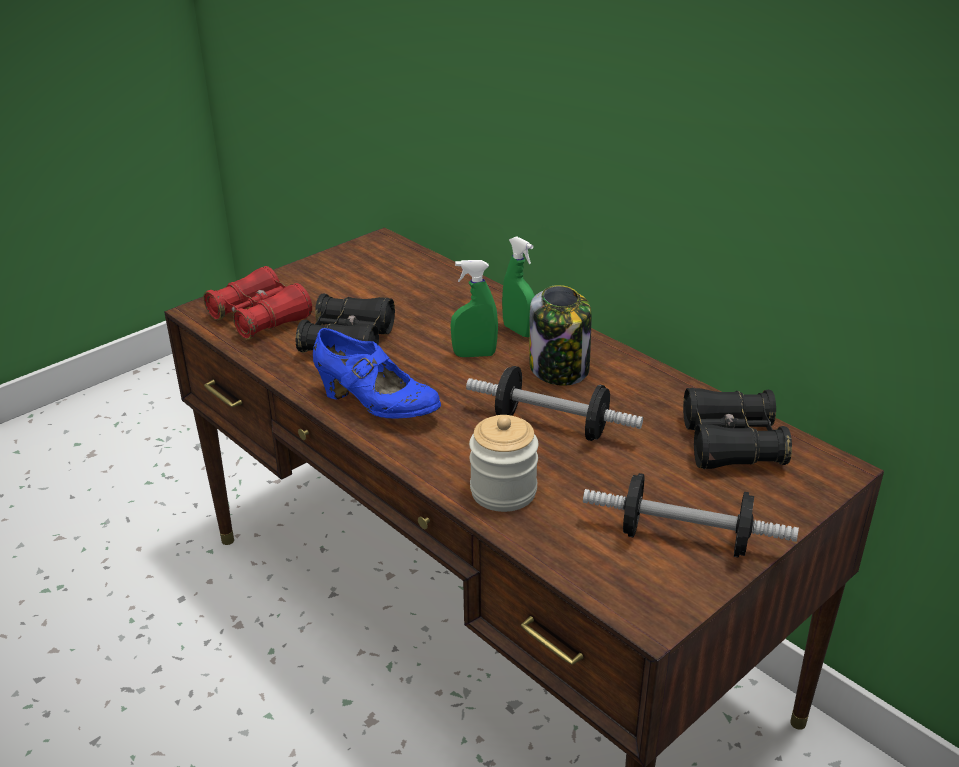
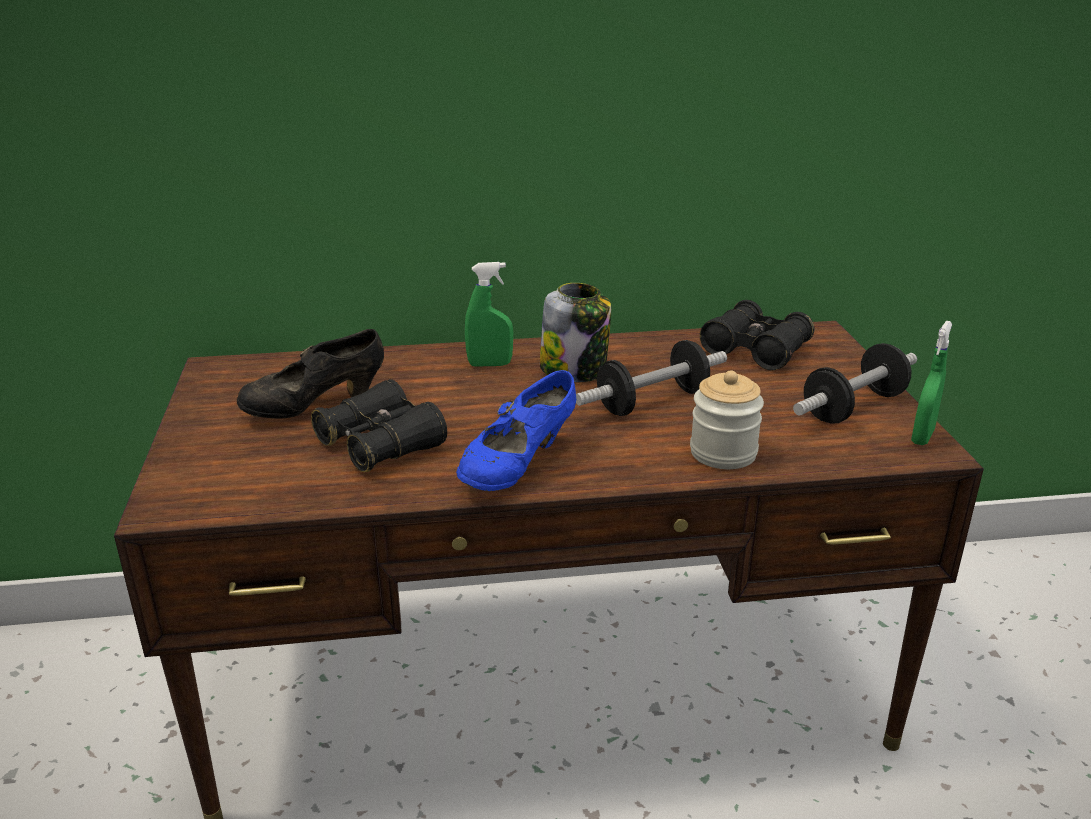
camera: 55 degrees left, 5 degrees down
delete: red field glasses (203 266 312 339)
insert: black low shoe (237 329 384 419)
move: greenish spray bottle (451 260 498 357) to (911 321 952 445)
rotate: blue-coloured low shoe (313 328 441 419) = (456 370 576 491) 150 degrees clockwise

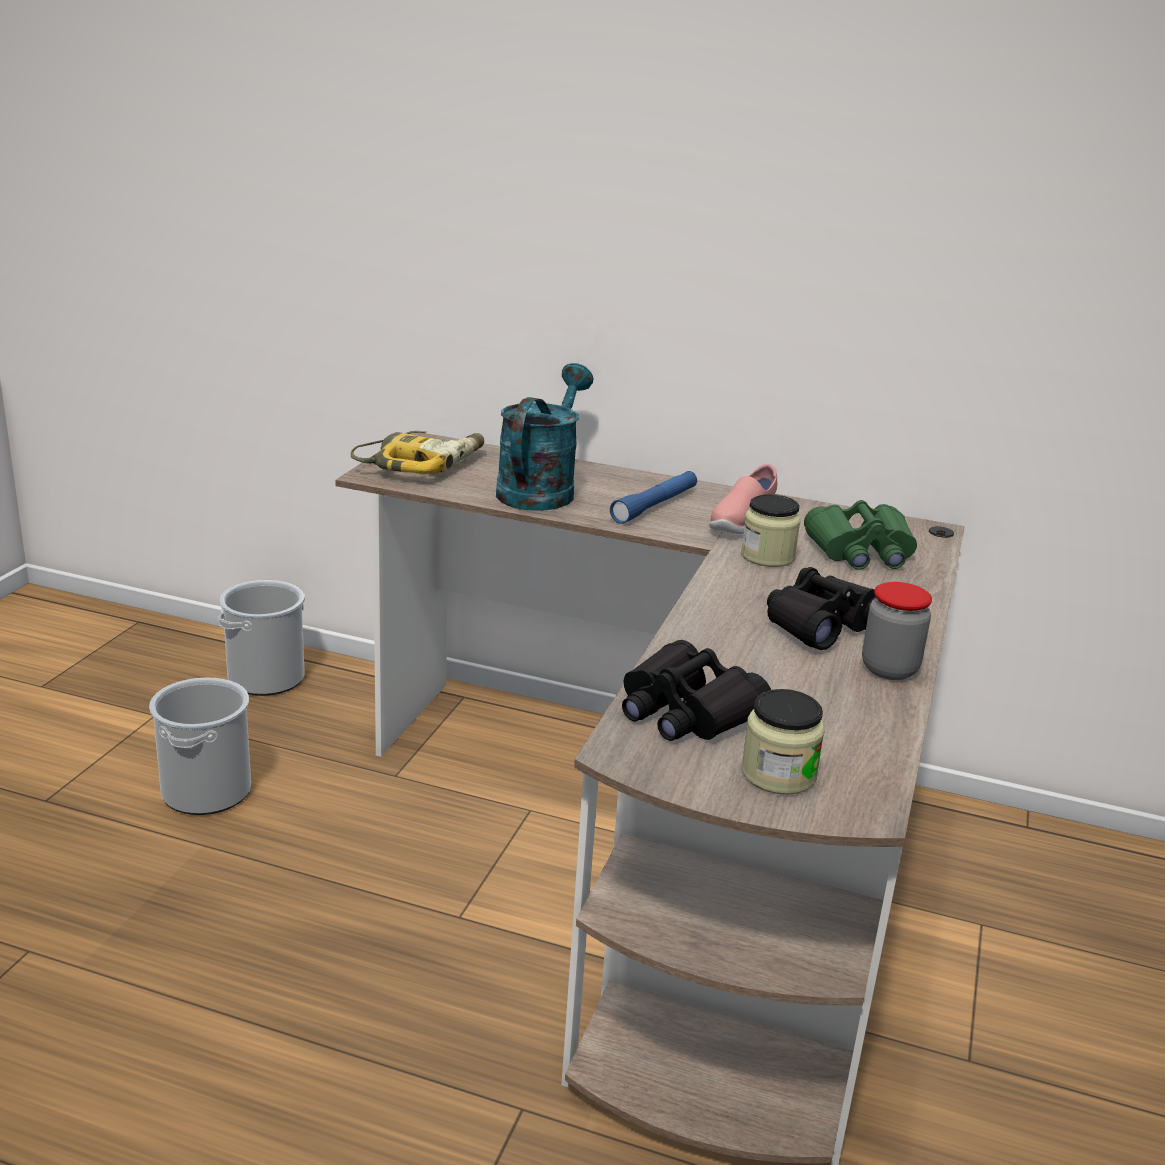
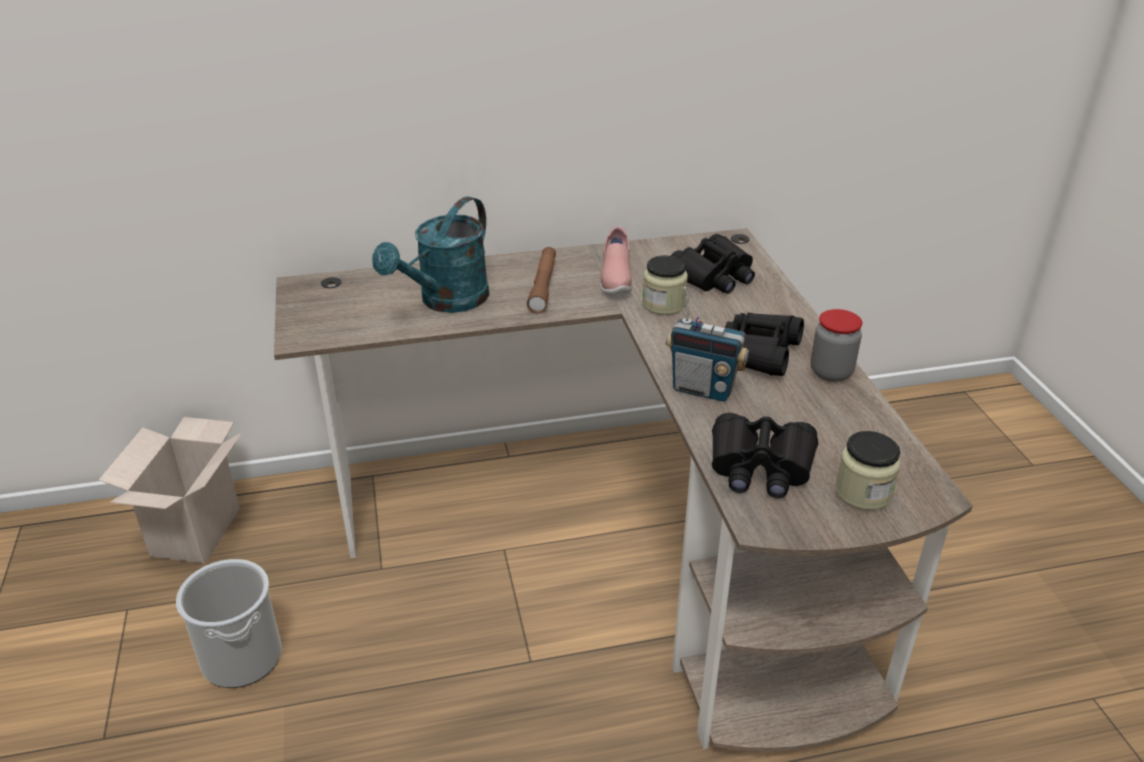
camera: 30 degrees left, 10 degrees up
delete: drill (351 431 484 474)
insert: radio receiver (666 287 749 402)
replace: pail (219 580 305 696) to cardboard box (99 417 242 563)
recolor: blue-coloured flashlight (610 471 697 524) to brownish flashlight (527 247 556 314); greenish field glasses (804 500 917 570) to black field glasses (671 234 755 294)
rotate: blue-green watering can (496 363 594 511) = (372 196 489 313) 135 degrees counterclockwise

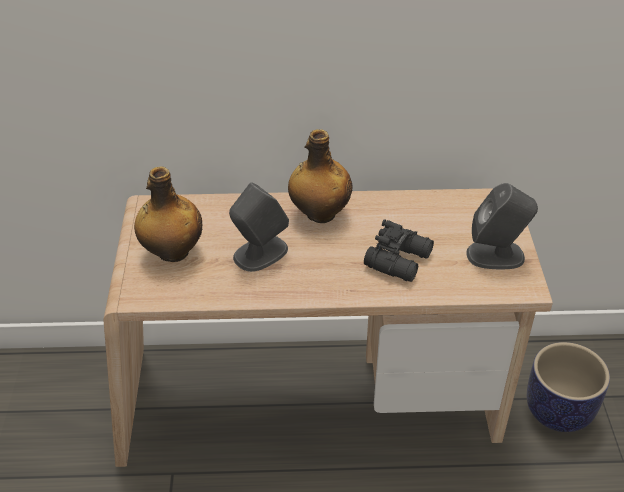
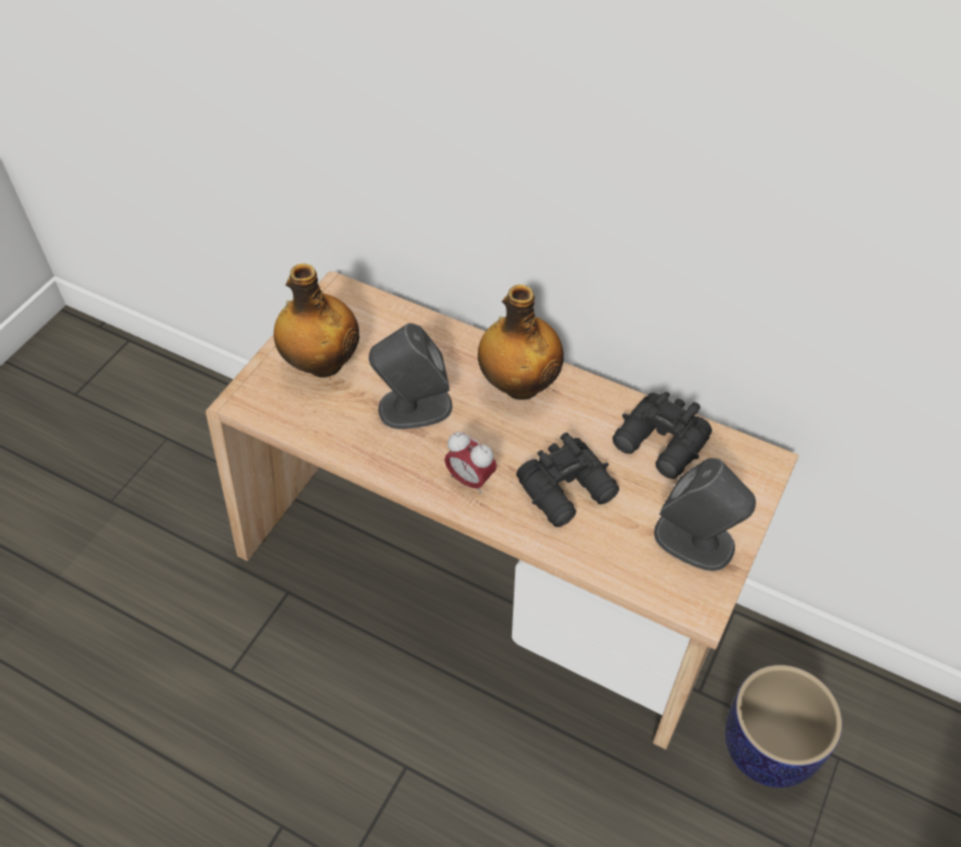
camera: 30 degrees right, 10 degrees up
insert: alarm clock (444 432 497 494); black field glasses (613 392 712 479)

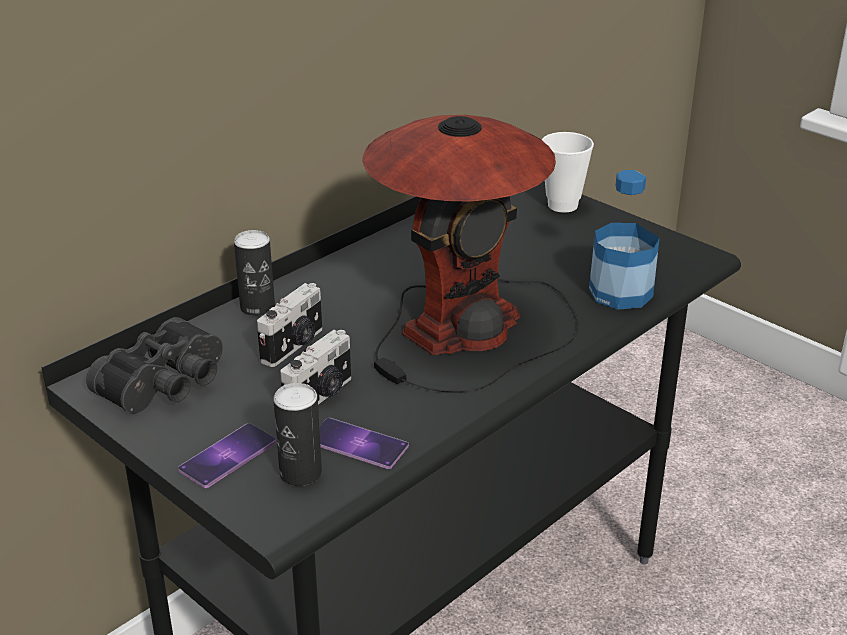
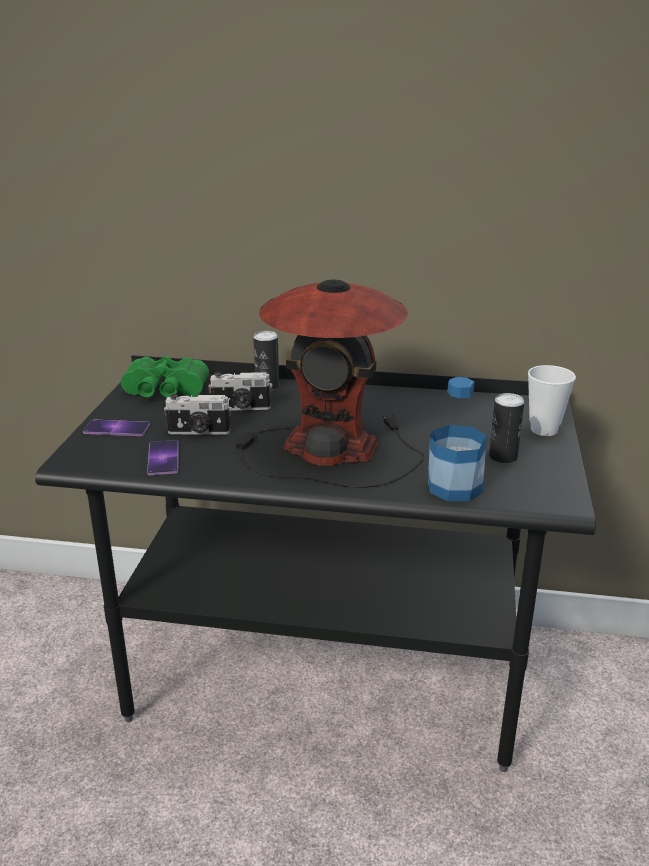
camera: 55 degrees right, 5 degrees down
move: metal can (273 383 322 486) to (489 393 524 463)
recolor: black field glasses (86 317 223 414) to greenish field glasses (121 356 209 398)

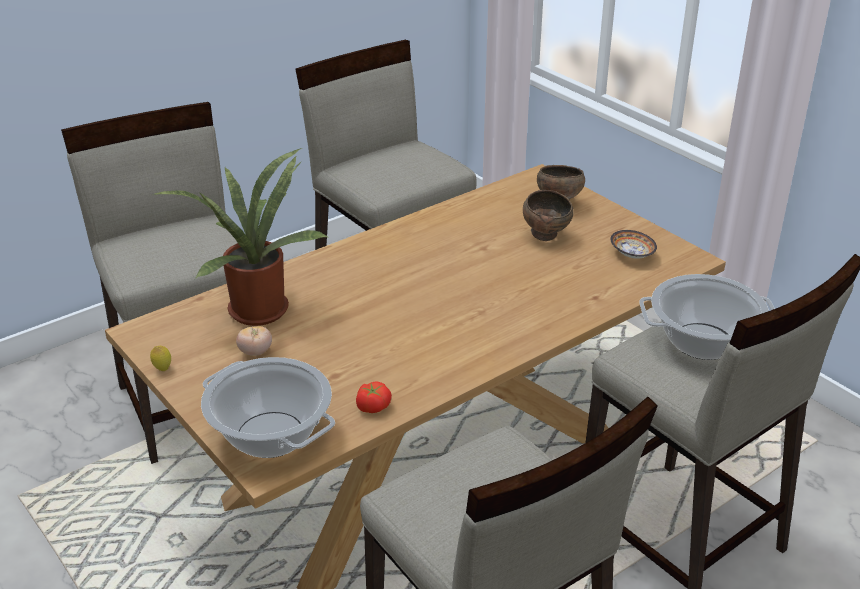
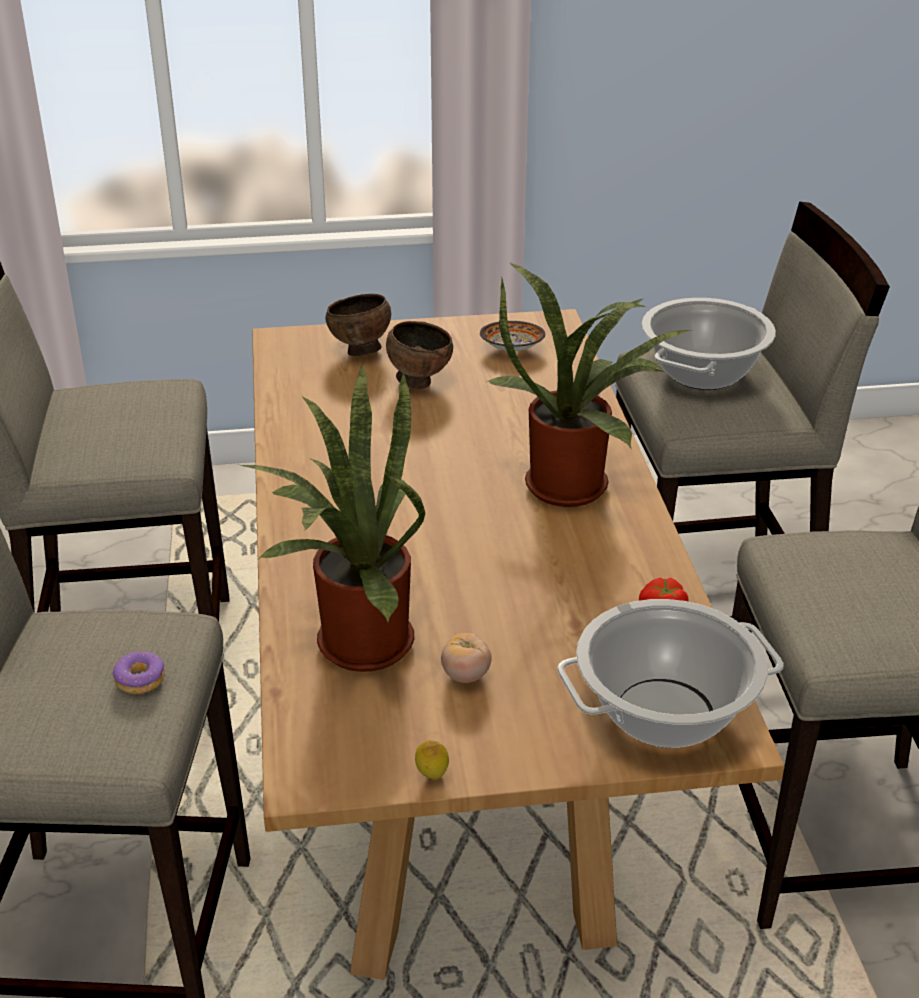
camera: 60 degrees left, 0 degrees up
insert: donut (113 651 165 694); potted plant (487 263 691 507)

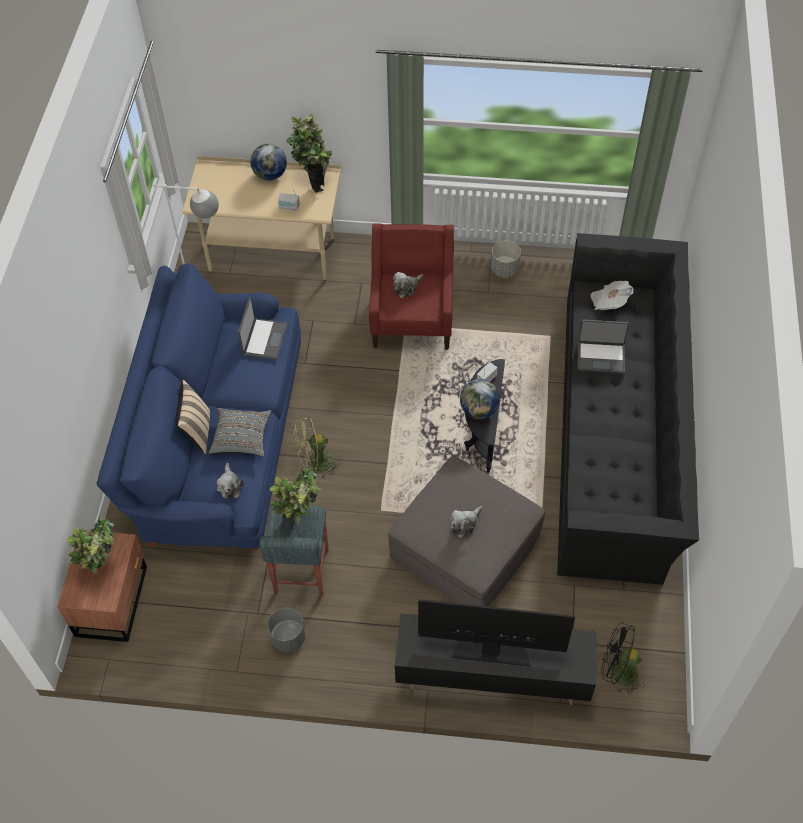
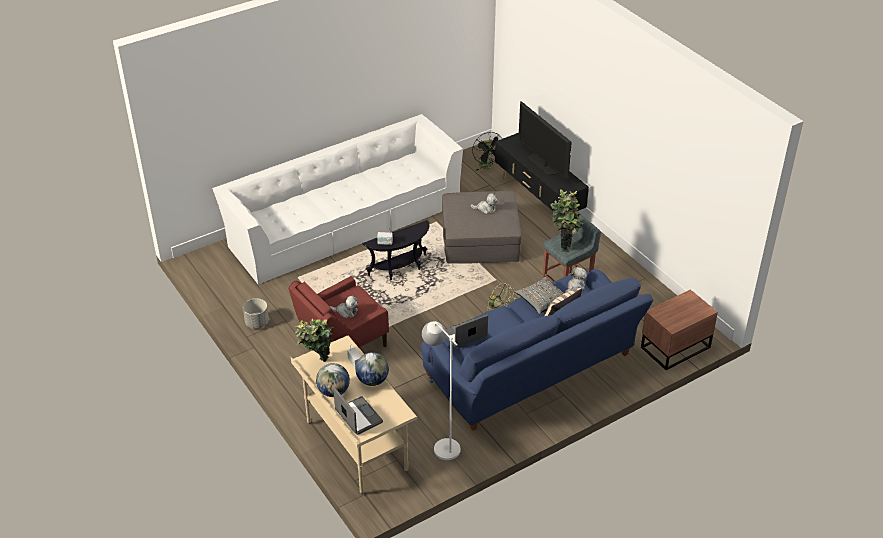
camera: 130 degrees left, 15 degrees down
delete: potted plant (67 516 114 574); greyish flower pot (267 608 306 652); daily paper (591 281 633 310)
move: world globe (460 379 500 419) to (356 352 389 386); notebook computer (578 319 629 373) to (333 388 383 435)
recolor: black couch (557 233 699 585) to white couch (212 114 463 284)

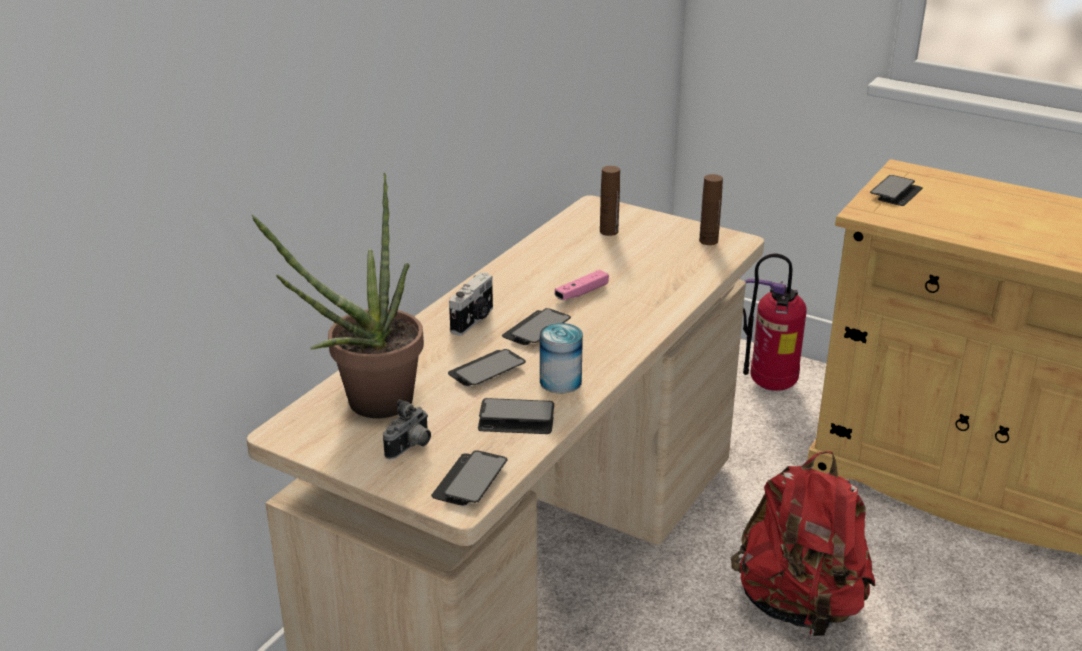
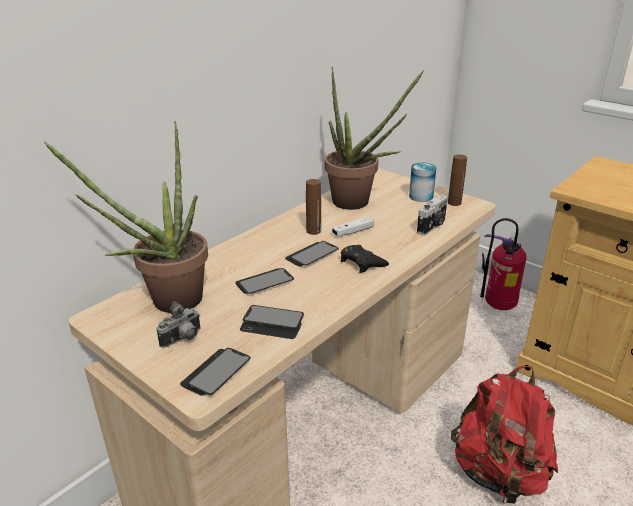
camera: 10 degrees right, 0 degrees up
delete: handset (870 175 923 206)
insert: potted plant (325 67 424 210); black game controller (341 245 389 273)
move: photo camera (449 272 493 336) to (417 195 448 236); metal can (540 323 583 393) to (409 163 436 202); brownish drink bottle (600 166 620 236) to (306 179 321 235)
recolor: pinkish game controller (555 270 609 300) to white game controller (332 217 374 236)

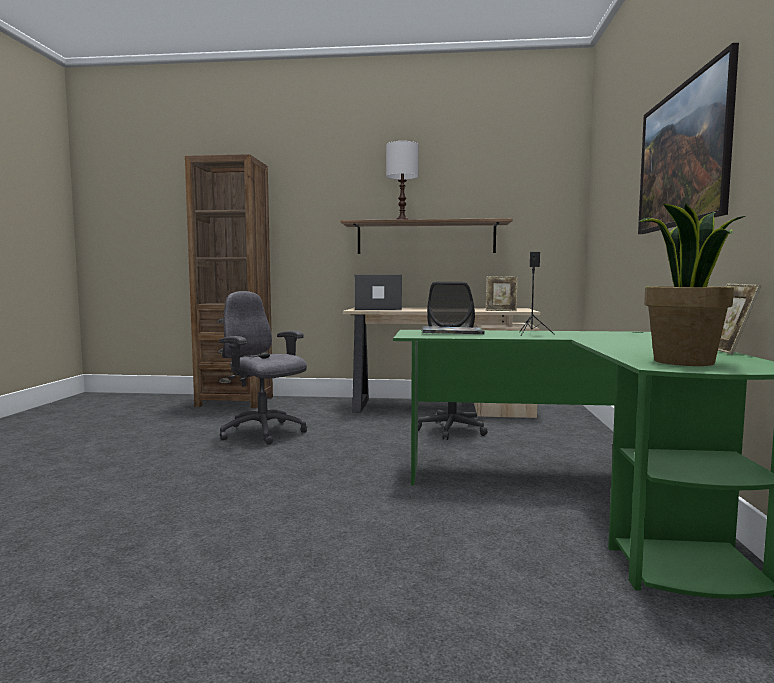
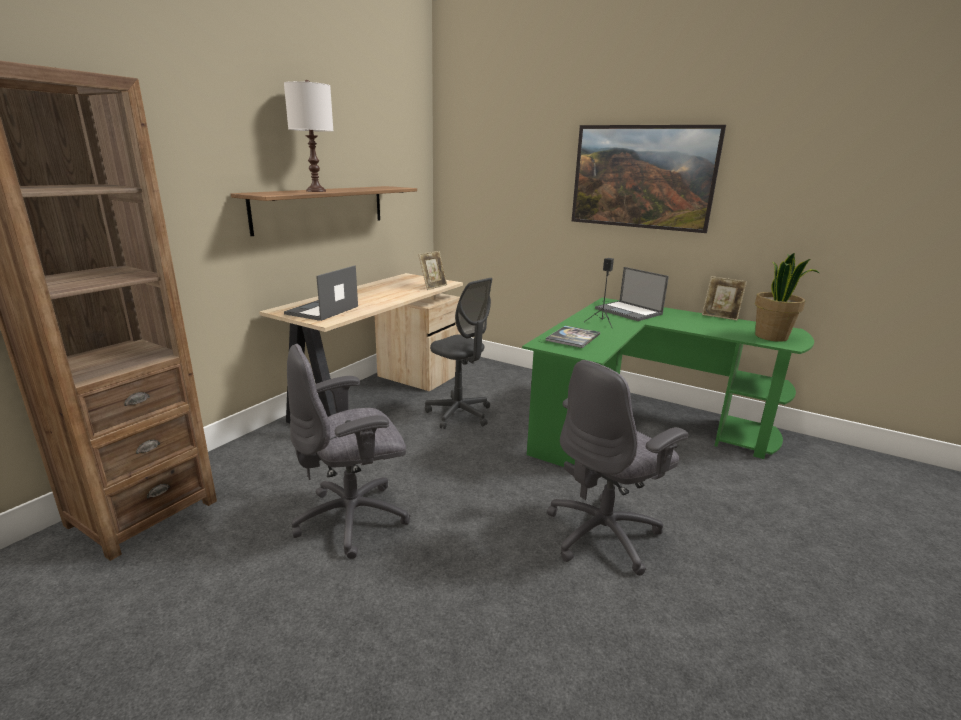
camera: 65 degrees left, 15 degrees up
insert: greyish computer chair (547 360 689 576); notebook computer (595 267 669 321)

